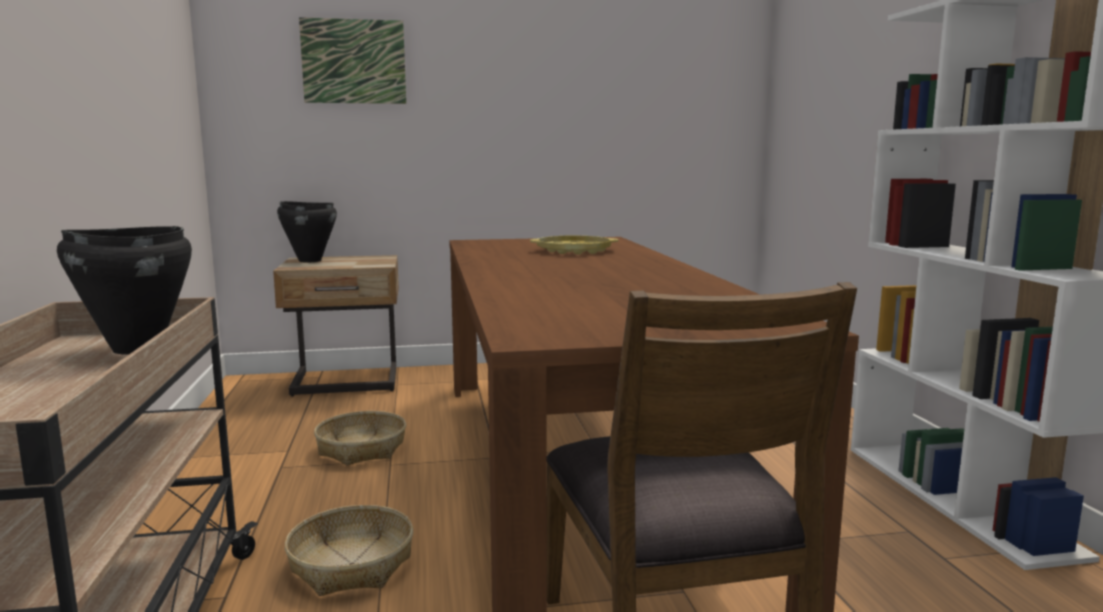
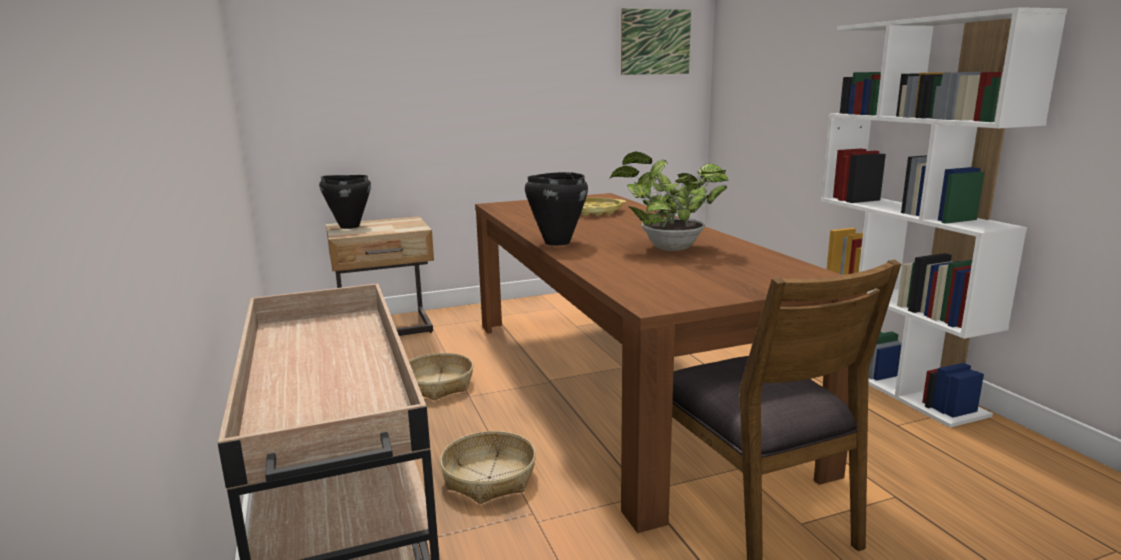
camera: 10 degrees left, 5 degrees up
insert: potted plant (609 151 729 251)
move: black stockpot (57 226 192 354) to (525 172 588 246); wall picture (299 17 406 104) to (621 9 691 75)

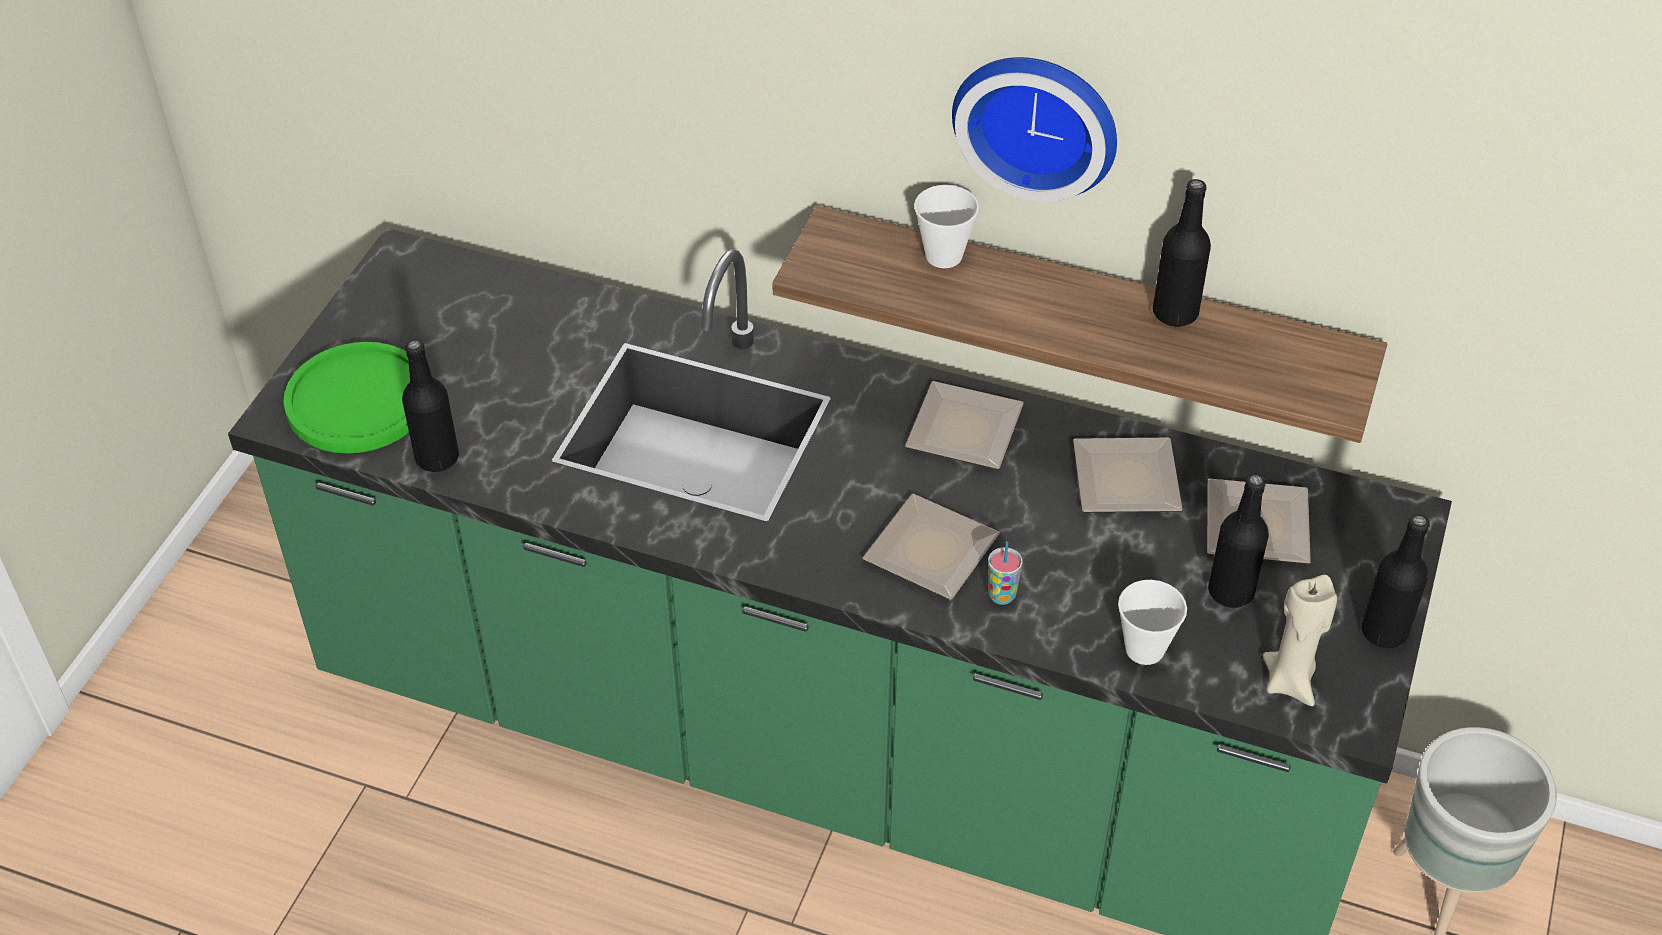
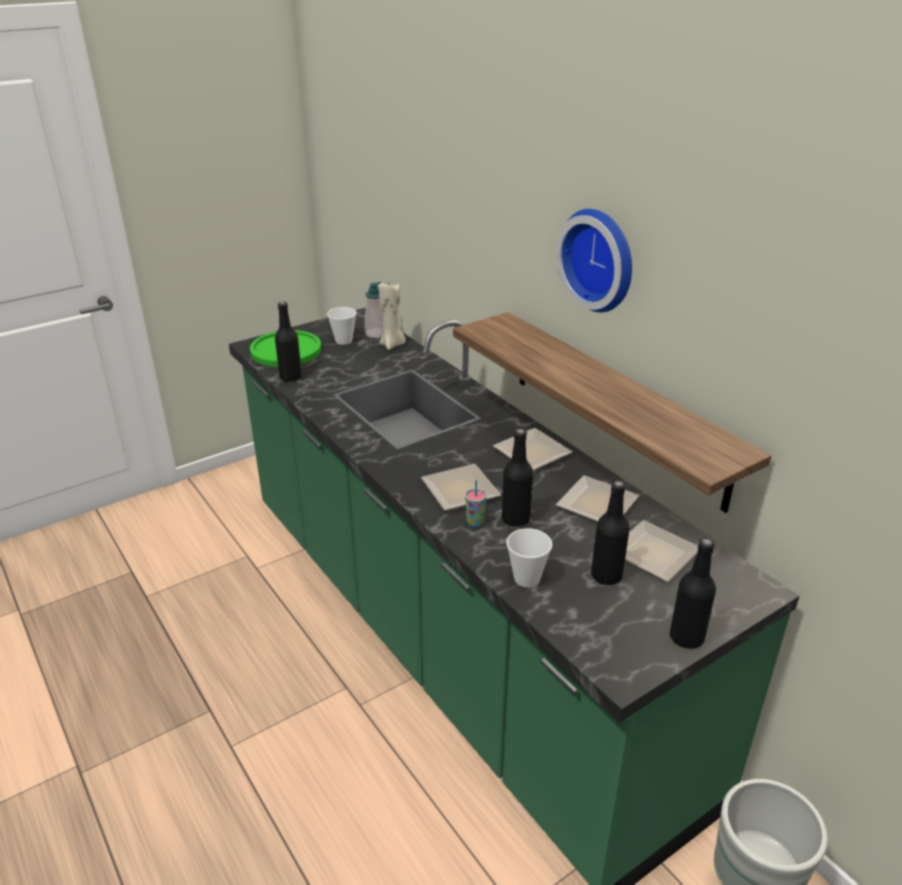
camera: 35 degrees right, 15 degrees down
insert: soap dispenser (364 282 384 338)
move: cup (914 185 979 268) to (327 307 357 344); black drink bottle (1153 179 1211 327) to (502 429 533 527); sand-coloured candle (1263 575 1337 706) to (379 283 406 350)

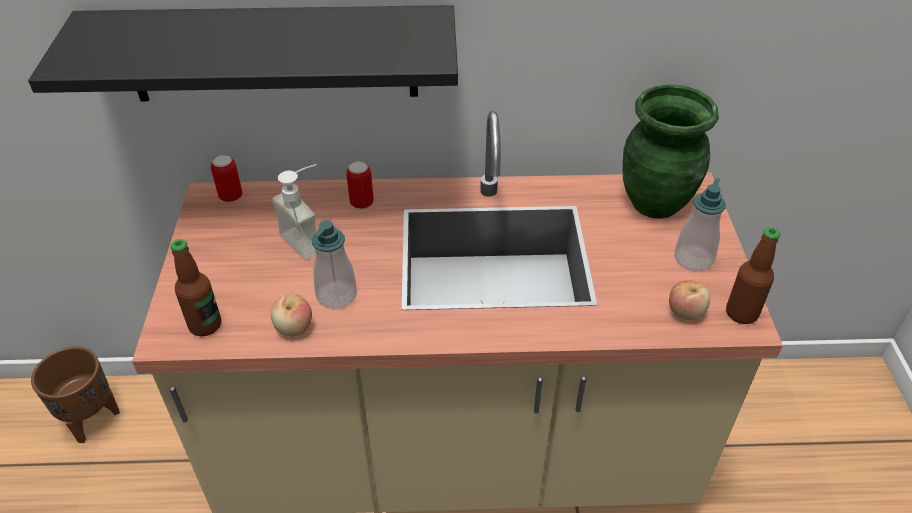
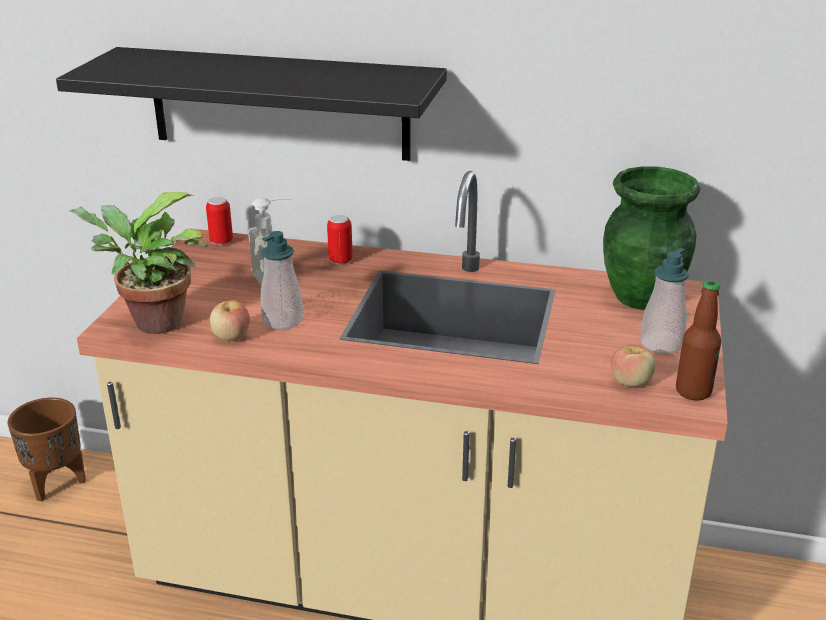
camera: 15 degrees right, 15 degrees down
replace: drink bottle (170 239 221 336) to potted plant (69 192 208 334)

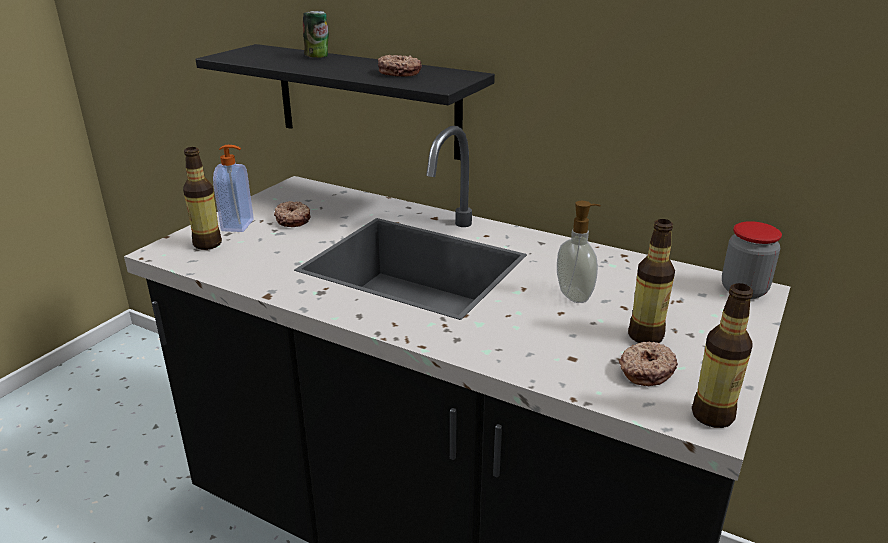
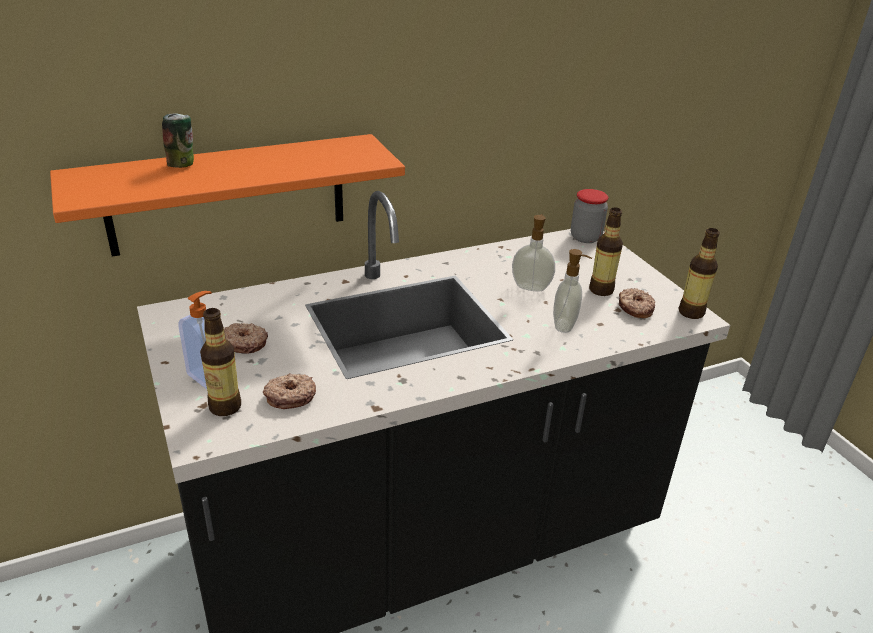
camera: 55 degrees left, 5 degrees up
insert: soap dispenser (553 249 592 333)
move: donut (378 55 422 77) to (263 373 316 409)
recolor: black wall shelf (195 44 495 160) to orange-coloured wall shelf (50 134 405 257)

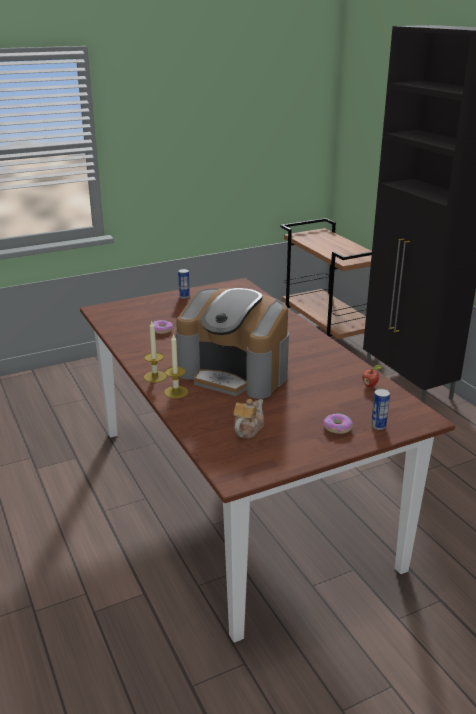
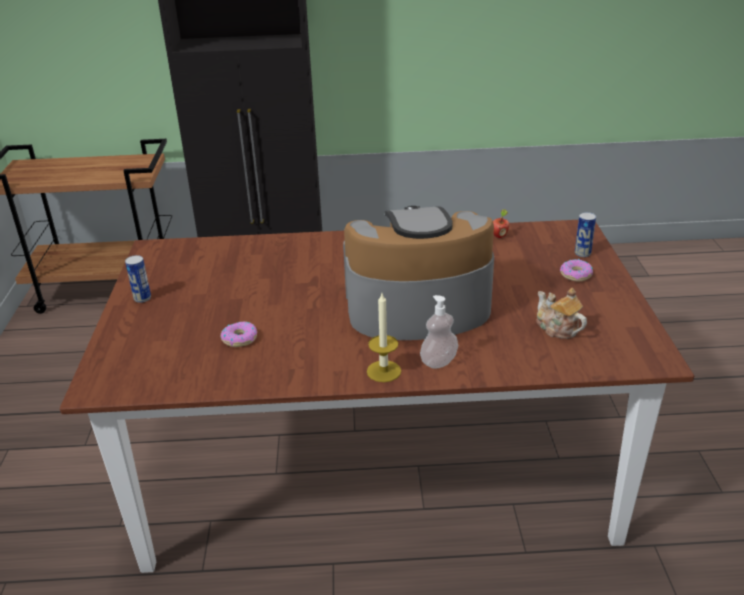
camera: 65 degrees left, 5 degrees up
replace: candle (164 334 188 398) to soap dispenser (420 295 458 369)
rotate: coffee maker (176 288 289 399) = (343 206 494 340) 150 degrees counterclockwise

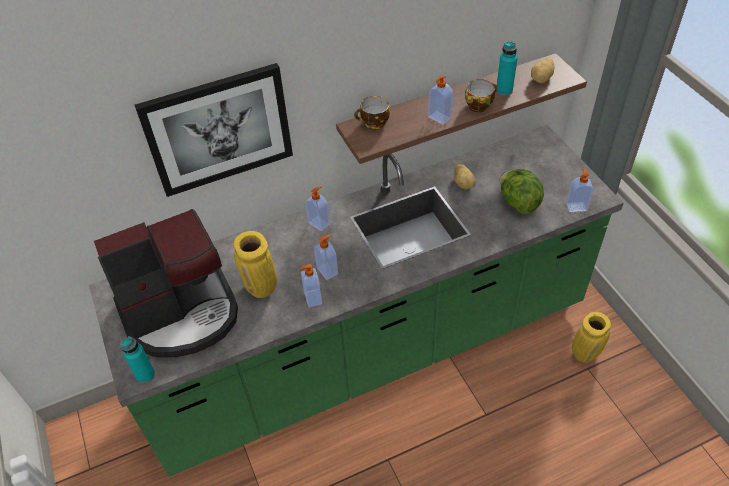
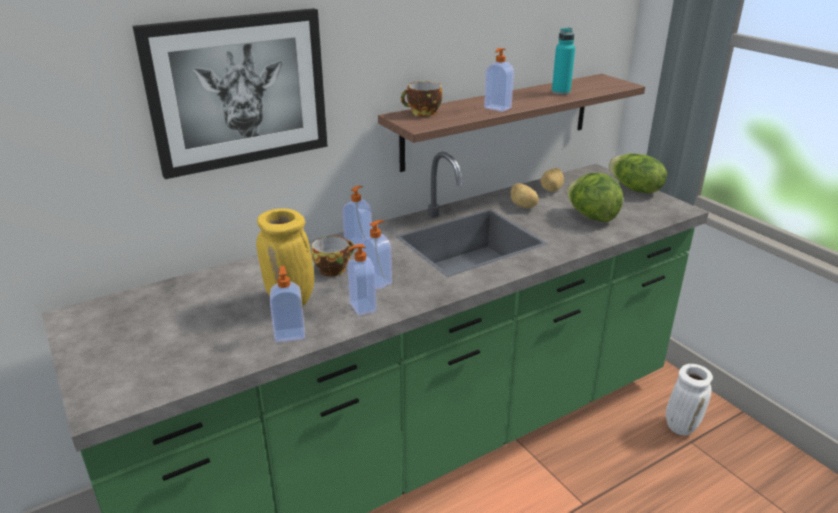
camera: 10 degrees left, 20 degrees down
delete: coffee maker (94 209 238 357); blue-green drink bottle (120 336 155 383)
insert: lettuce (608 153 667 194)
move: cup (465 79 497 113) to (312 236 354 276); potato (531 58 555 83) to (541 168 564 192); soap dispenser (566 168 593 212) to (270 266 305 342)
recolor: yellow vase (572 312 611 363) to white vase (666 364 713 435)

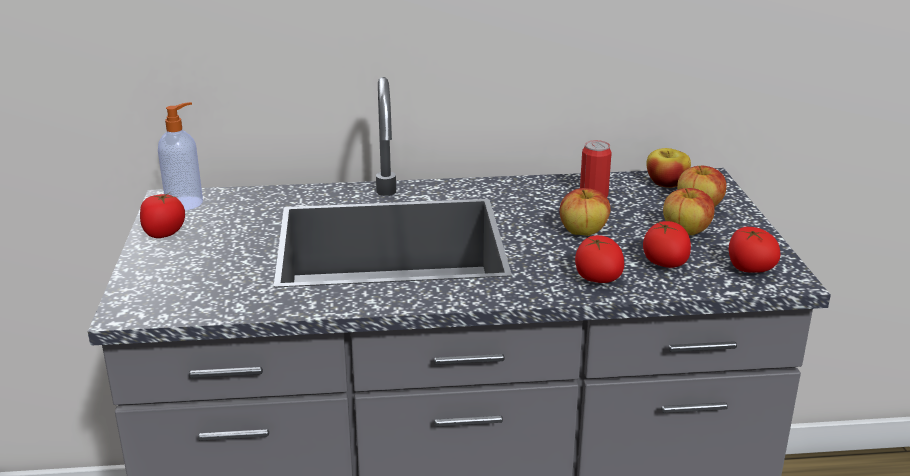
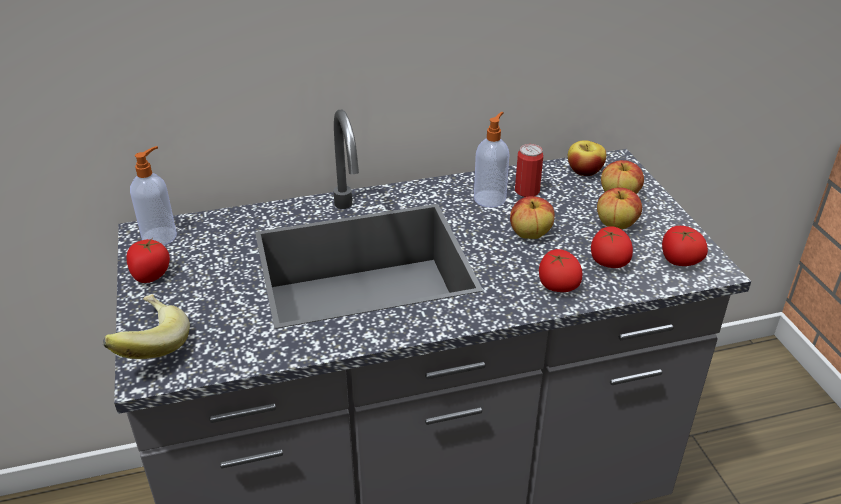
camera: 10 degrees left, 10 degrees up
insert: whole banana (103 294 190 359); soap dispenser (474 112 509 208)

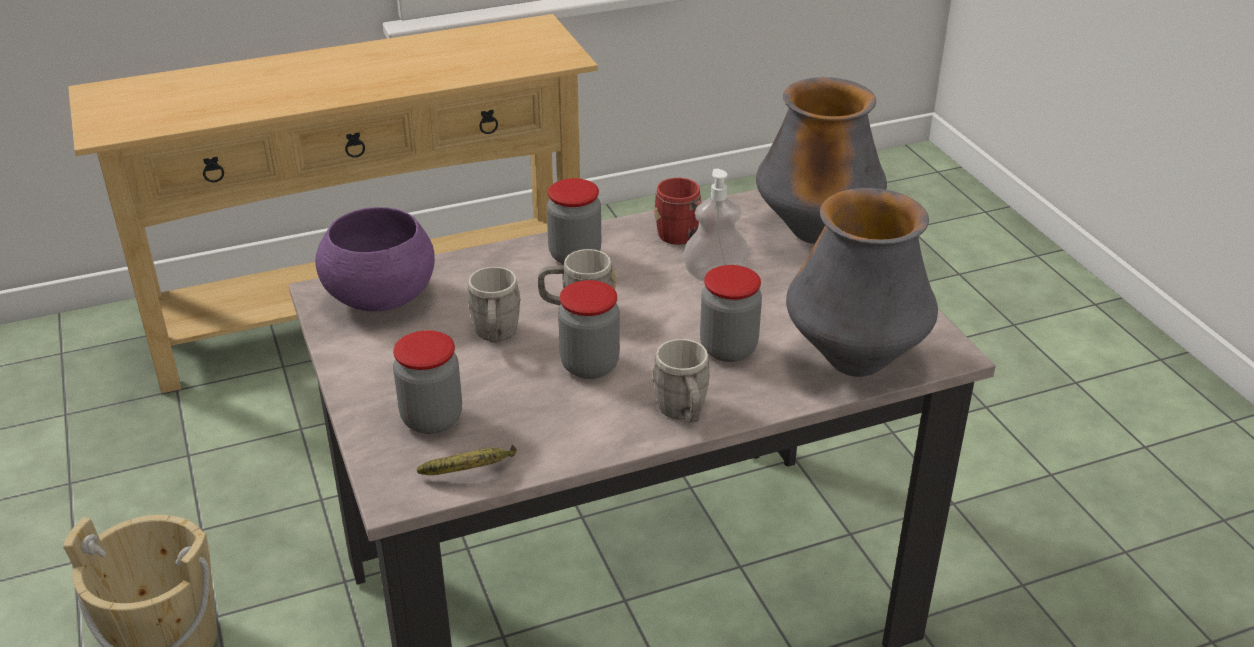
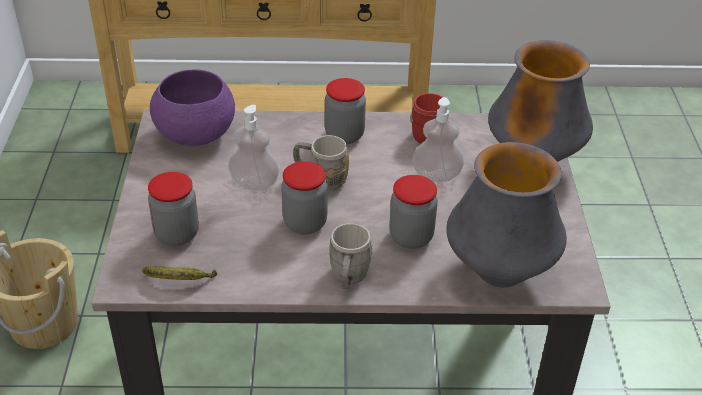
camera: 20 degrees right, 5 degrees up
replace: greyish tea mug (467 267 521 343) to soap dispenser (228 105 279 191)

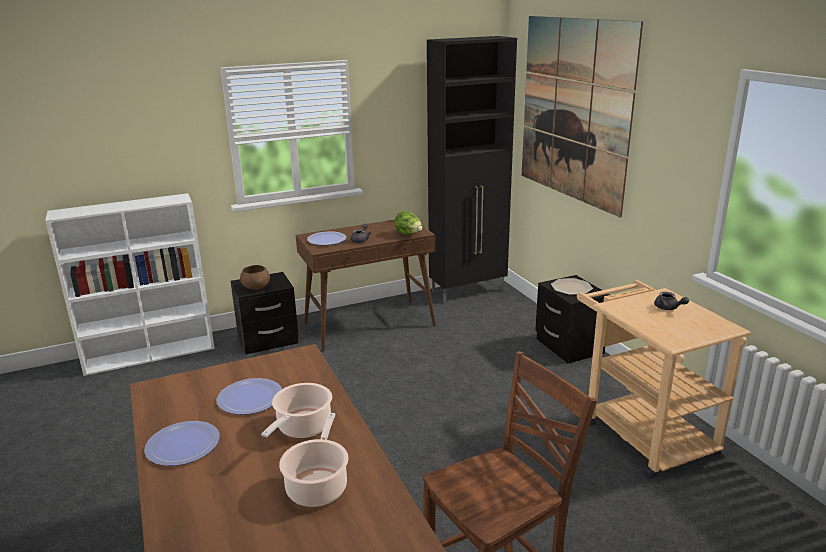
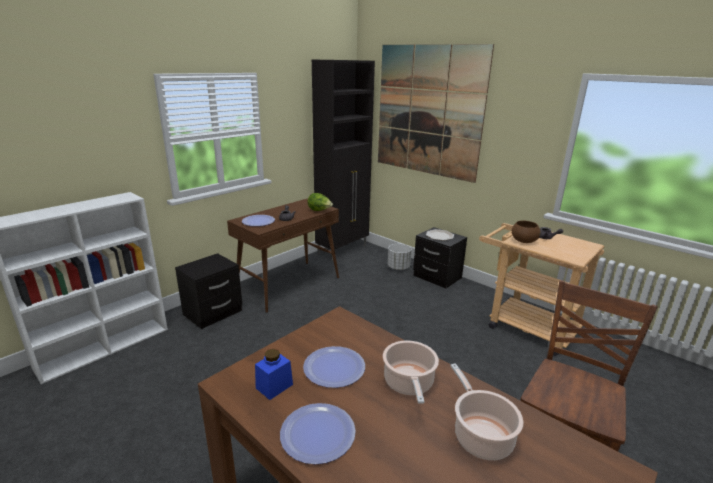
camera: 25 degrees left, 0 degrees up
insert: blue-coloured storage jar (255 349 293 400); white flower pot (388 244 412 270)
move: brownish bowl (240 265 270 290) to (512 220 541 243)

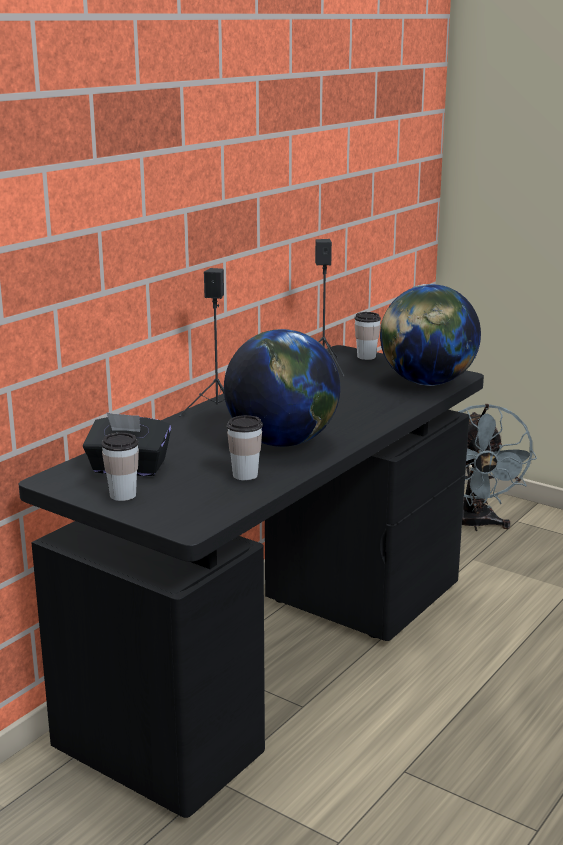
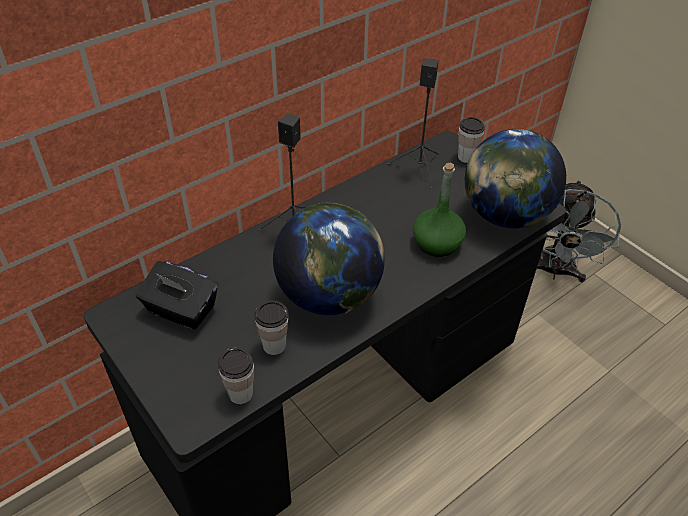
camera: 15 degrees right, 25 degrees up
insert: greenish drink bottle (413 162 466 257)
move: cup (102 433 139 501) to (218 347 254 404)

